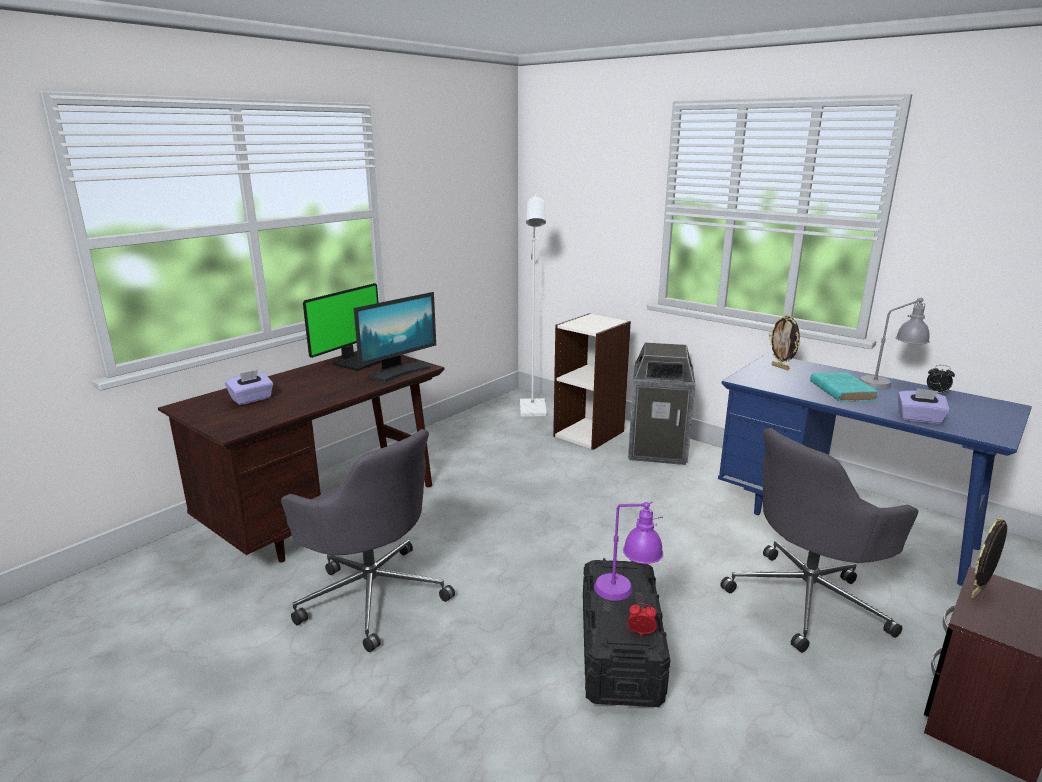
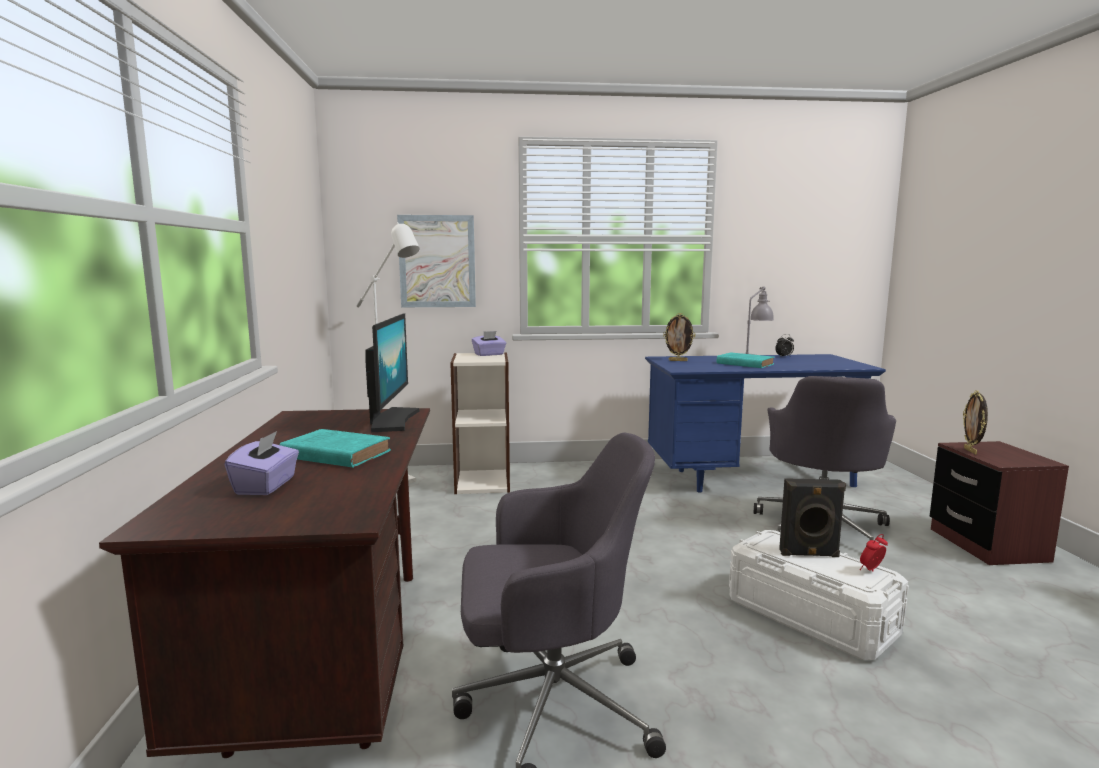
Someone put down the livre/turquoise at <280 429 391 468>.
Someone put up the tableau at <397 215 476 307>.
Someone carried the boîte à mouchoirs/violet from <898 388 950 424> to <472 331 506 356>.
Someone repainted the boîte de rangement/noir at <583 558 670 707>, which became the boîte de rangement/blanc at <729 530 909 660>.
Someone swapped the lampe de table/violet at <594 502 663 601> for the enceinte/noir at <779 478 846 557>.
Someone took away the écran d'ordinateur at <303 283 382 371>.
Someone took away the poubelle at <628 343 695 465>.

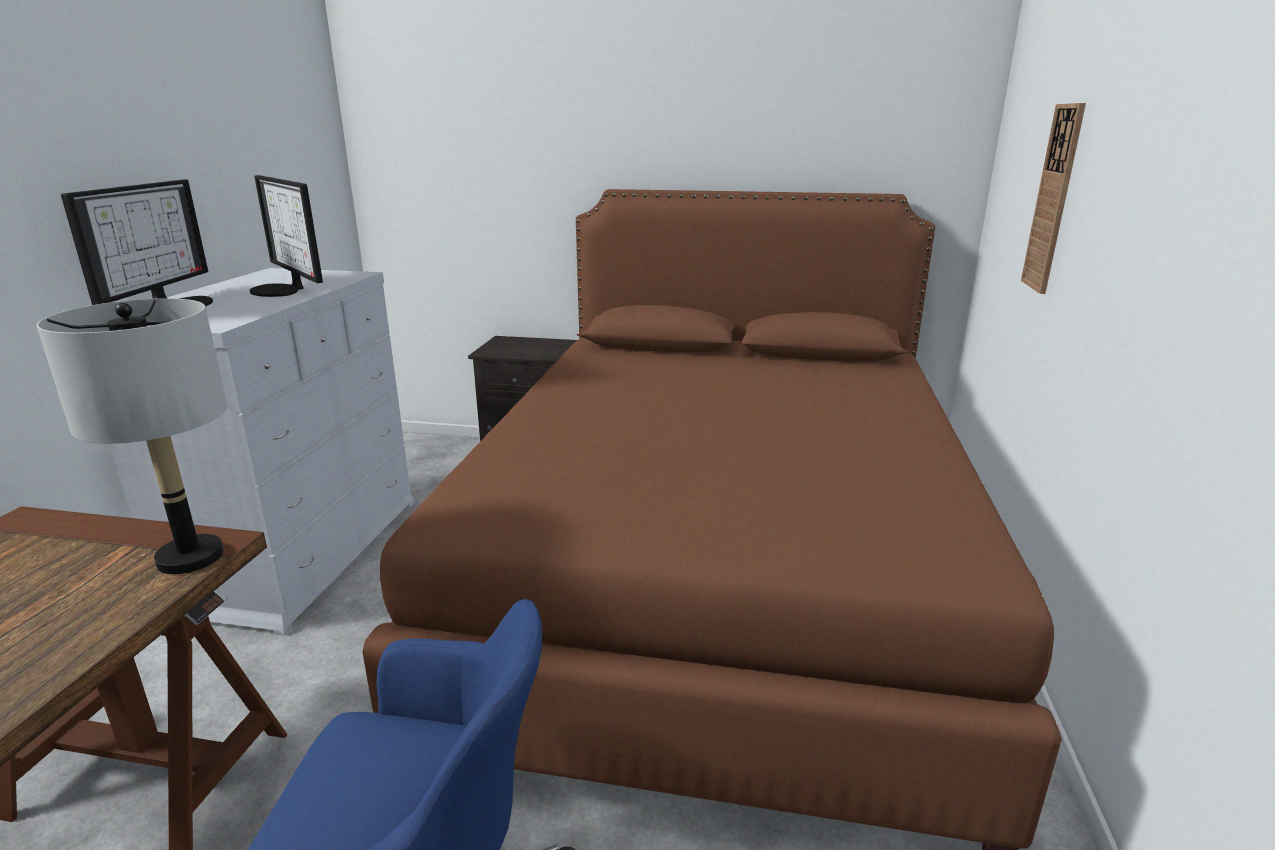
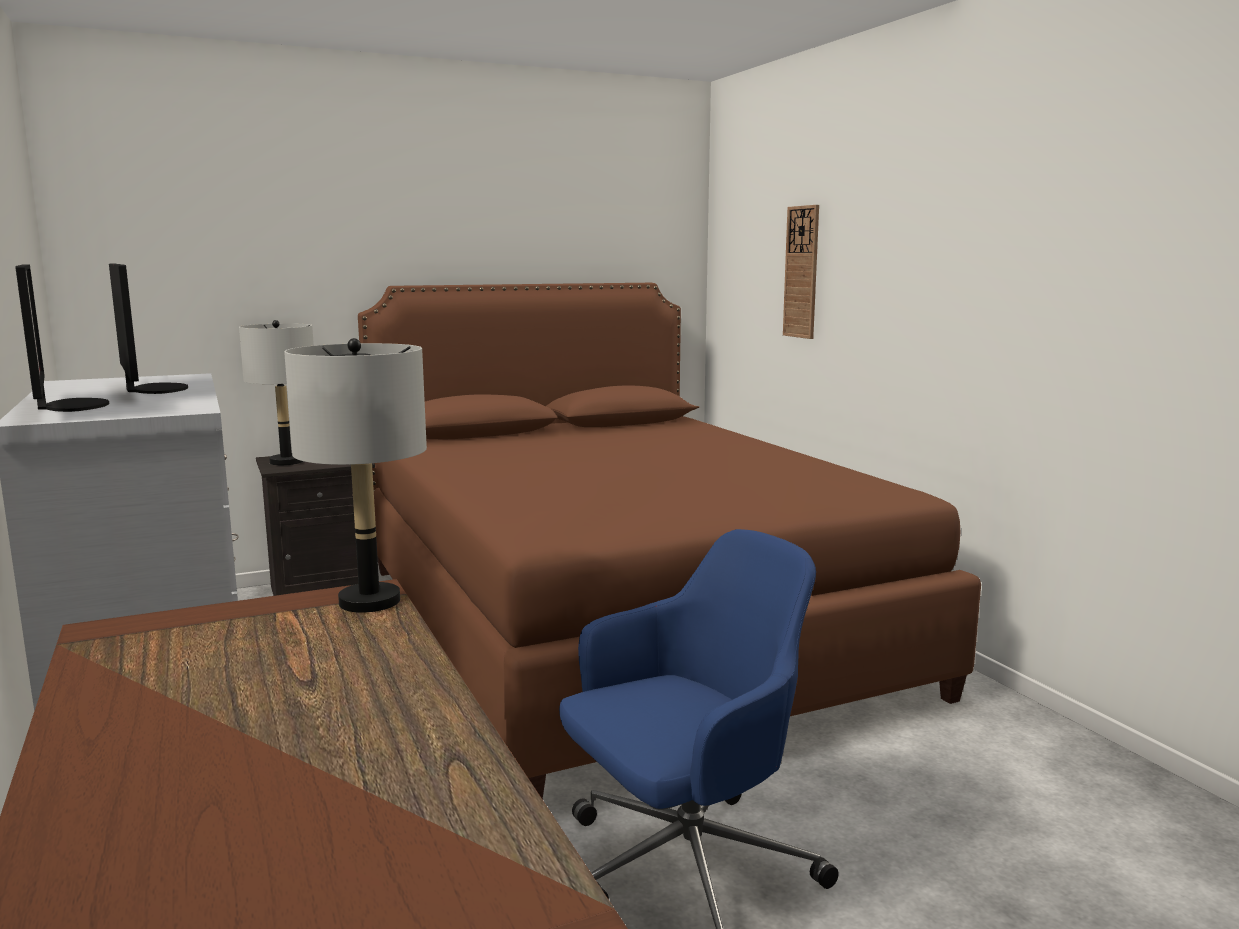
Someone rotated the écran d'ordinateur at <250 175 323 297> by 135 degrees counterclockwise.
Someone put down the lampe de table/gris at <239 320 314 465>.

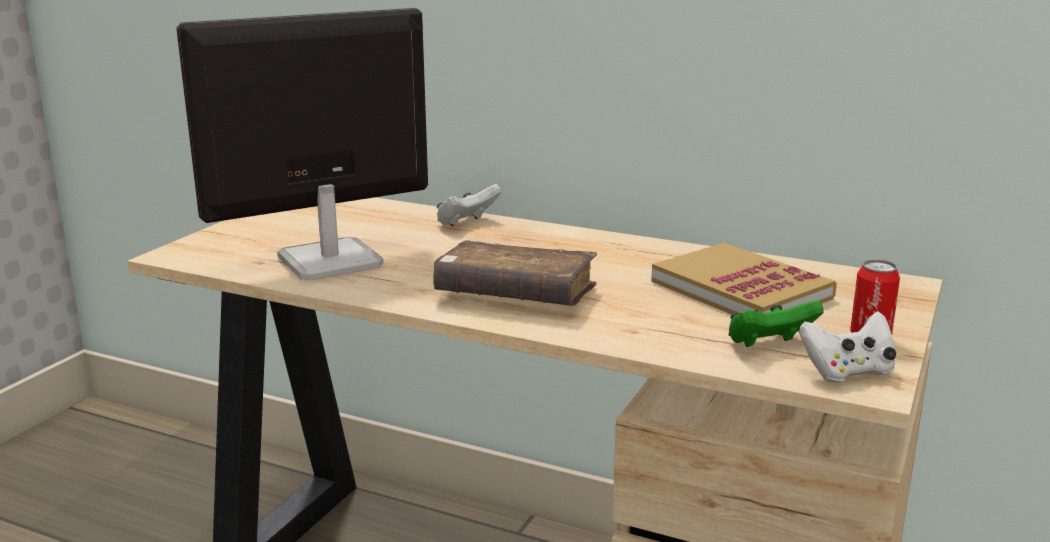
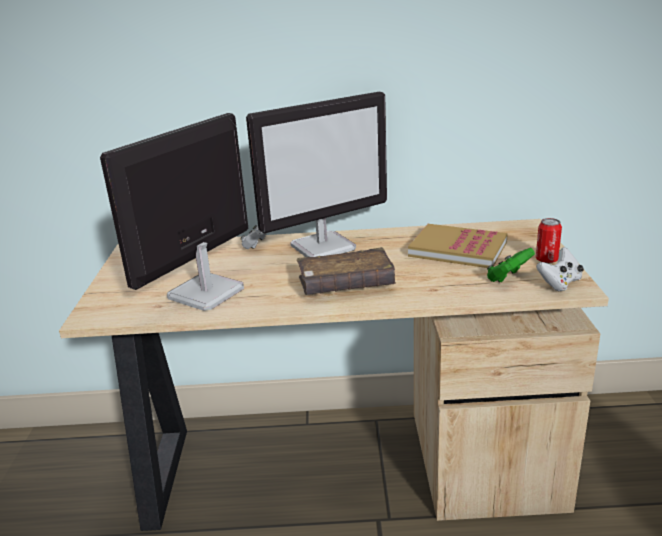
Someone put down the écran d'ordinateur at <246 92 387 257>.

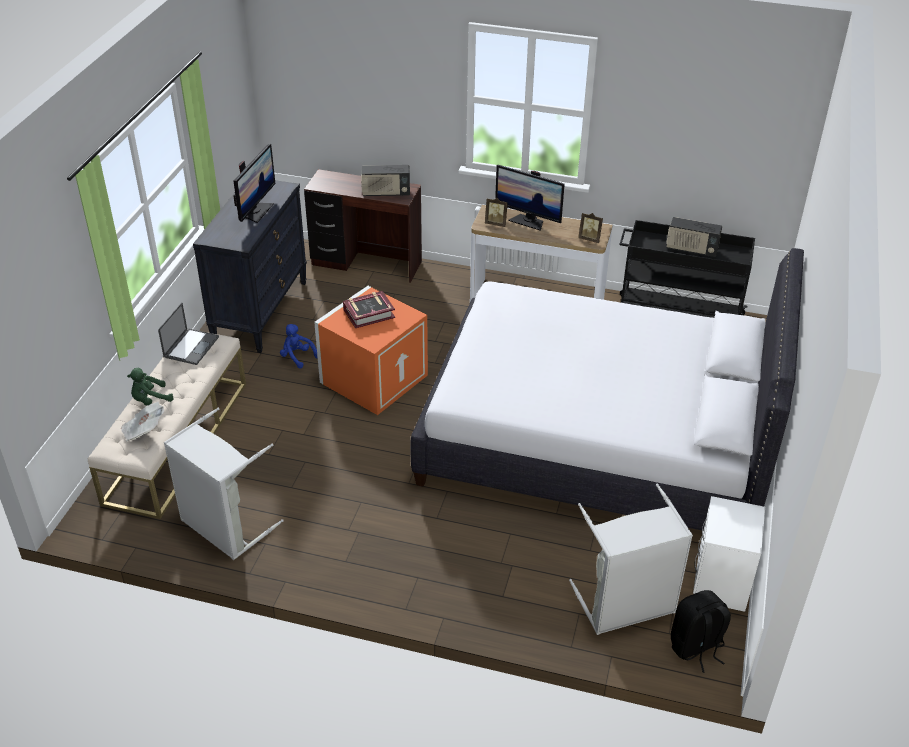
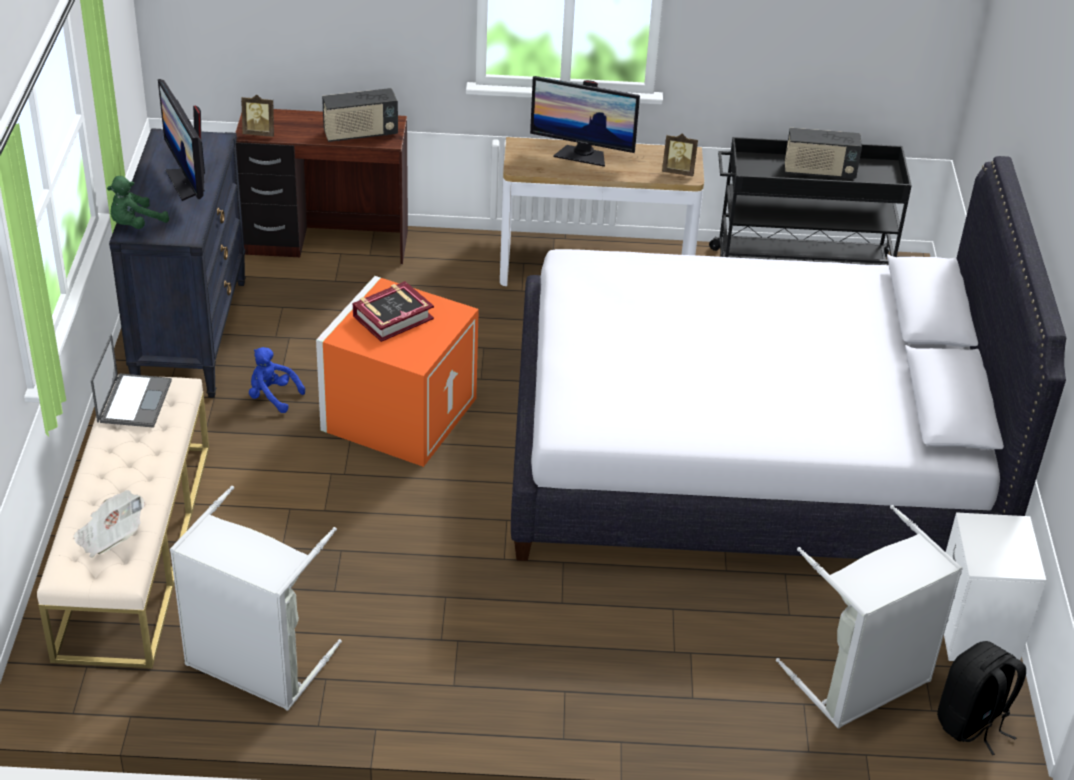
Someone carried the peluche/vert from <127 368 174 406> to <107 176 169 229>.
Someone rotated the écran d'ordinateur at <234 144 275 223> by 150 degrees clockwise.
Someone carried the cadre photo from <485 198 508 227> to <241 95 274 137>.

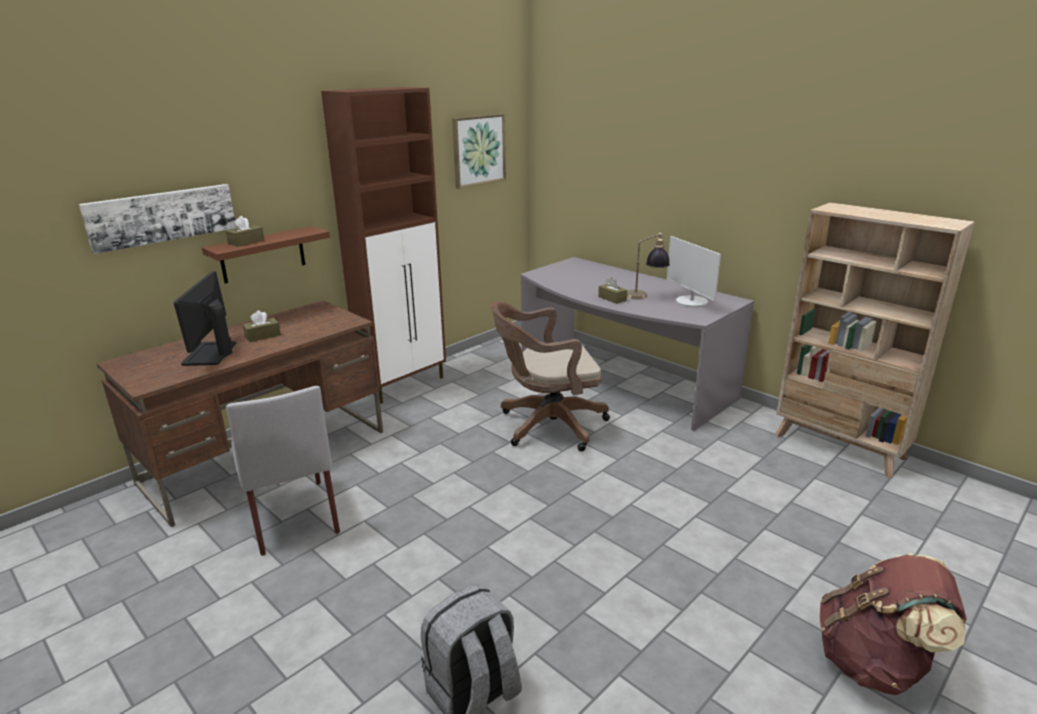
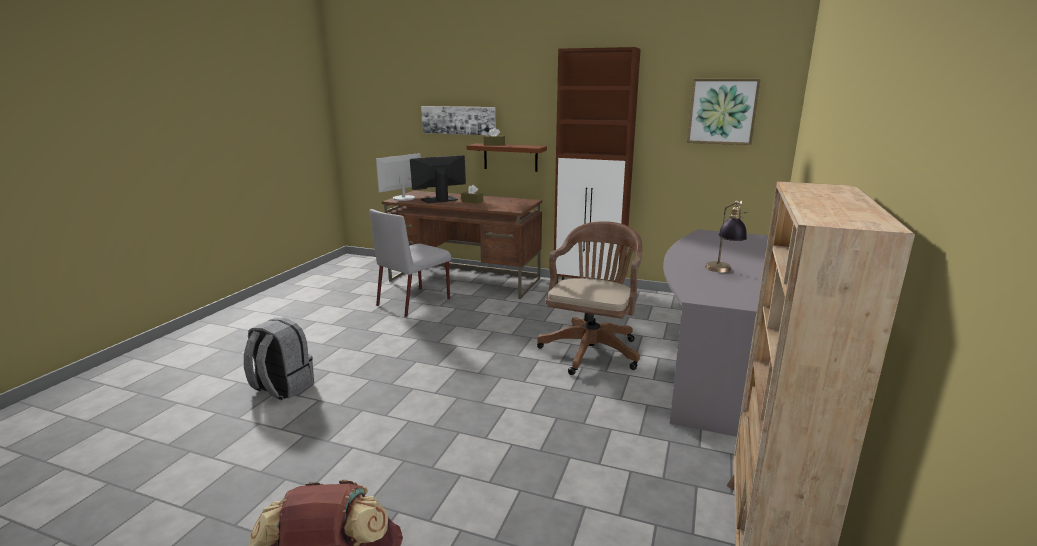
Someone carried the écran d'ordinateur from <667 236 721 307> to <376 153 421 201>.
Someone rotated the chaise de bureau/marron at <491 301 610 452> by 60 degrees clockwise.
Someone took away the boîte à mouchoirs/marron at <598 277 627 304>.

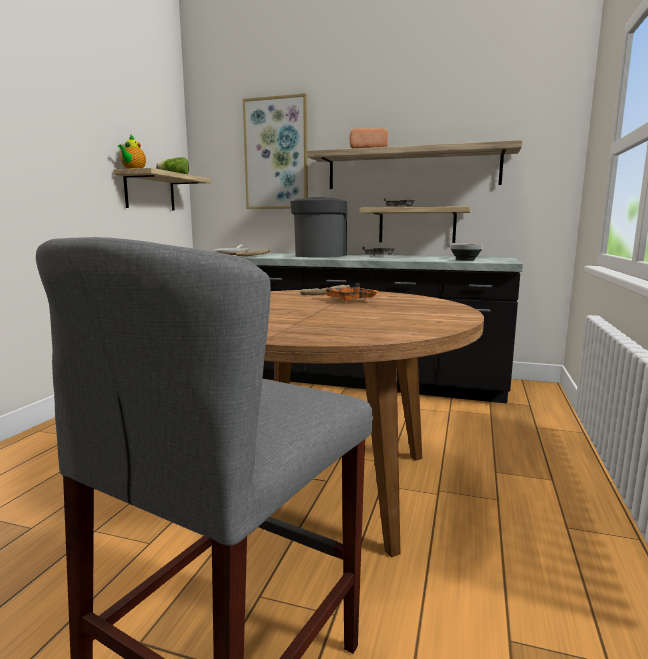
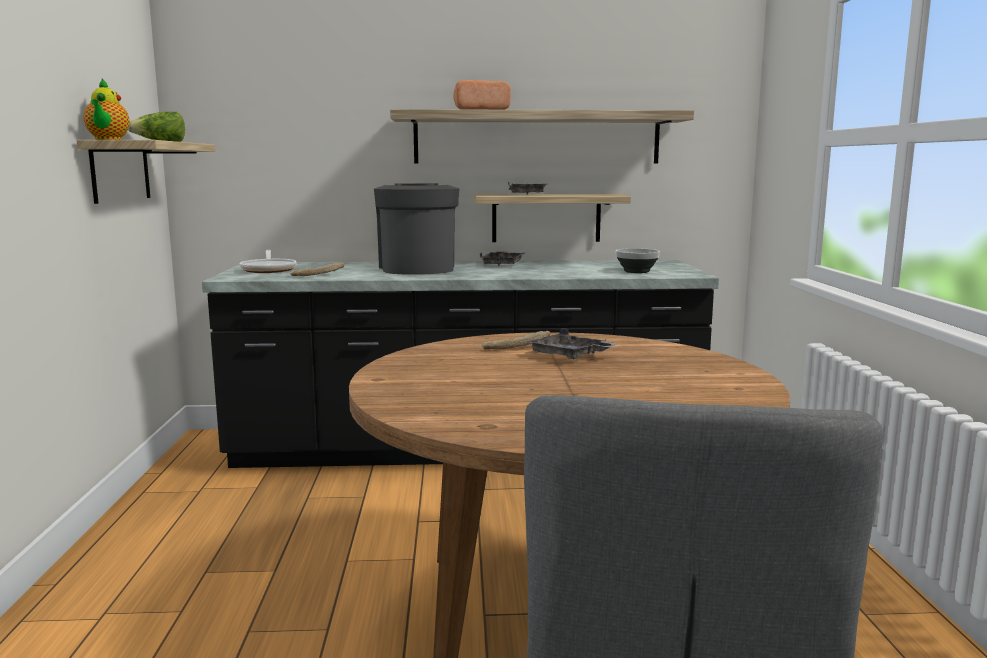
Someone repainted the plateau/orange at <325 283 380 301>, which became the plateau/gris at <527 328 617 359>.
Someone took away the tableau at <243 93 308 209>.

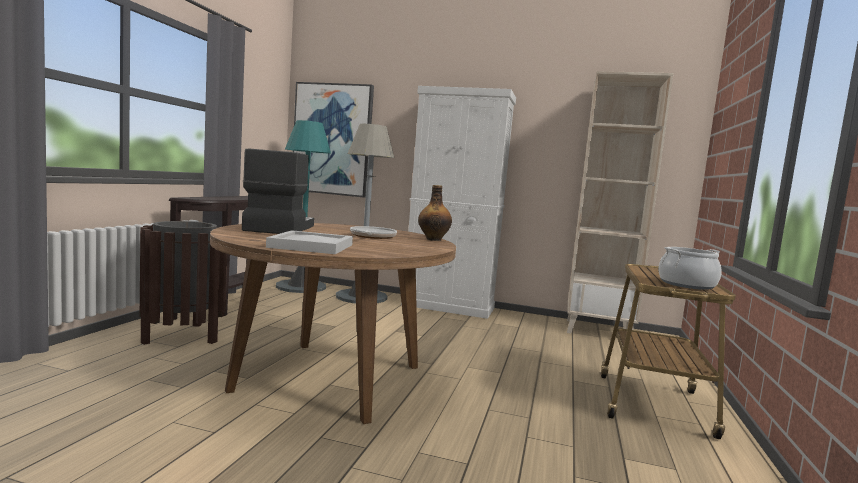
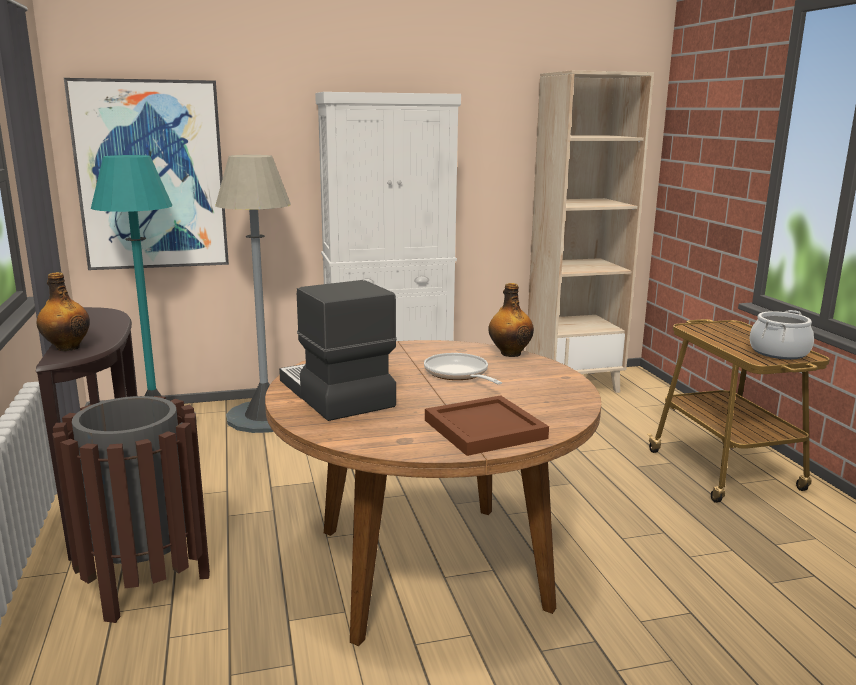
Someone put down the bouteille at <37 272 90 351>.
Someone repainted the plateau/blanc at <266 230 353 254>, which became the plateau/marron at <425 395 549 456>.

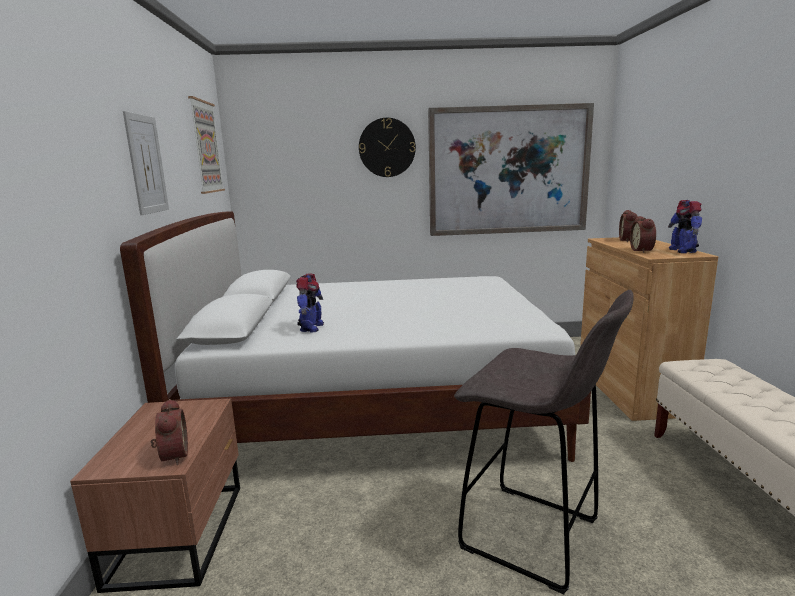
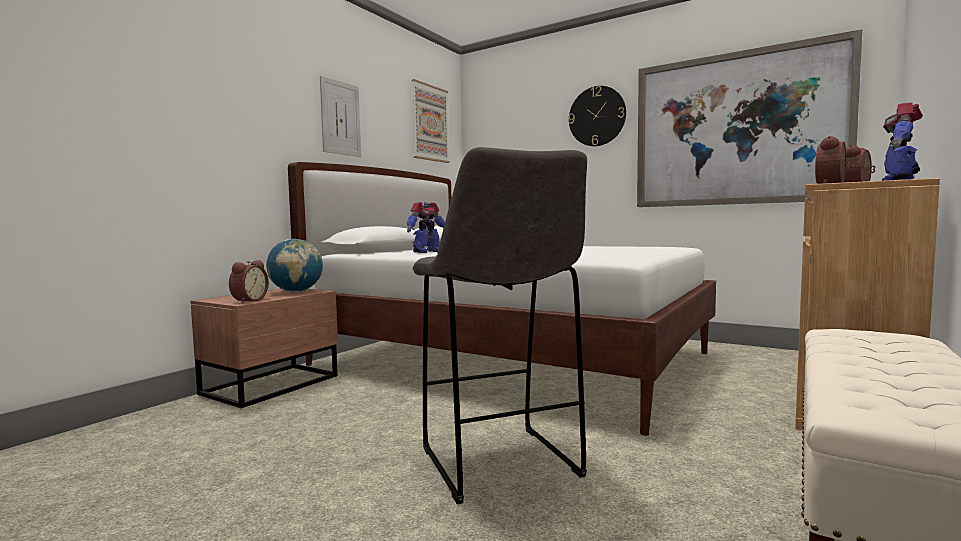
Someone put down the globe at <266 239 323 292>.

